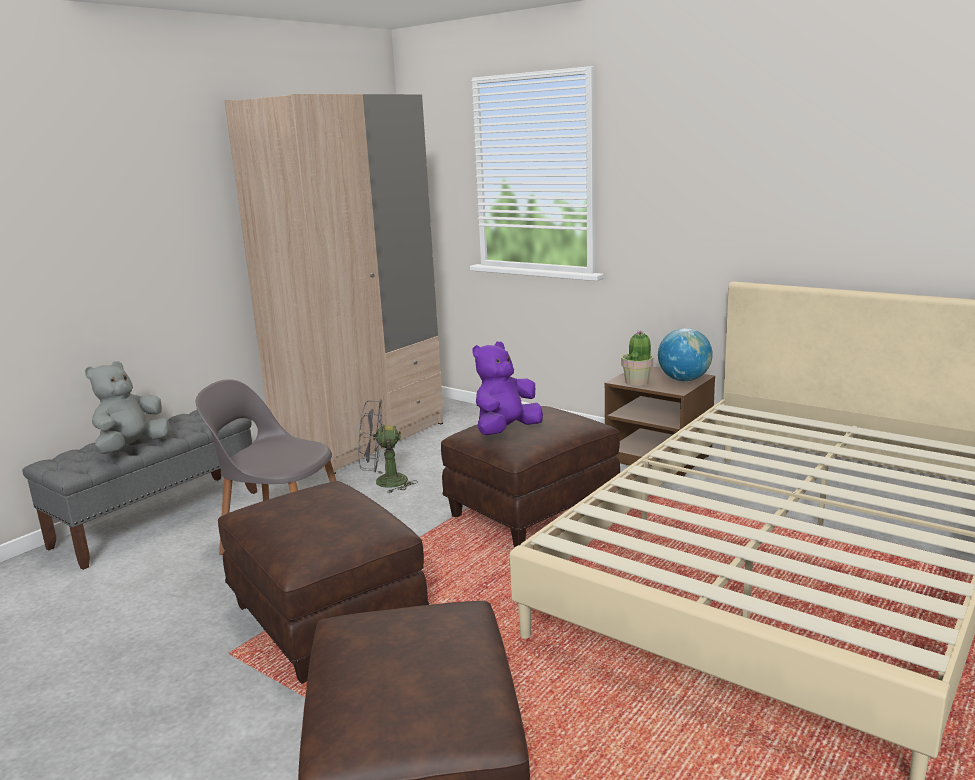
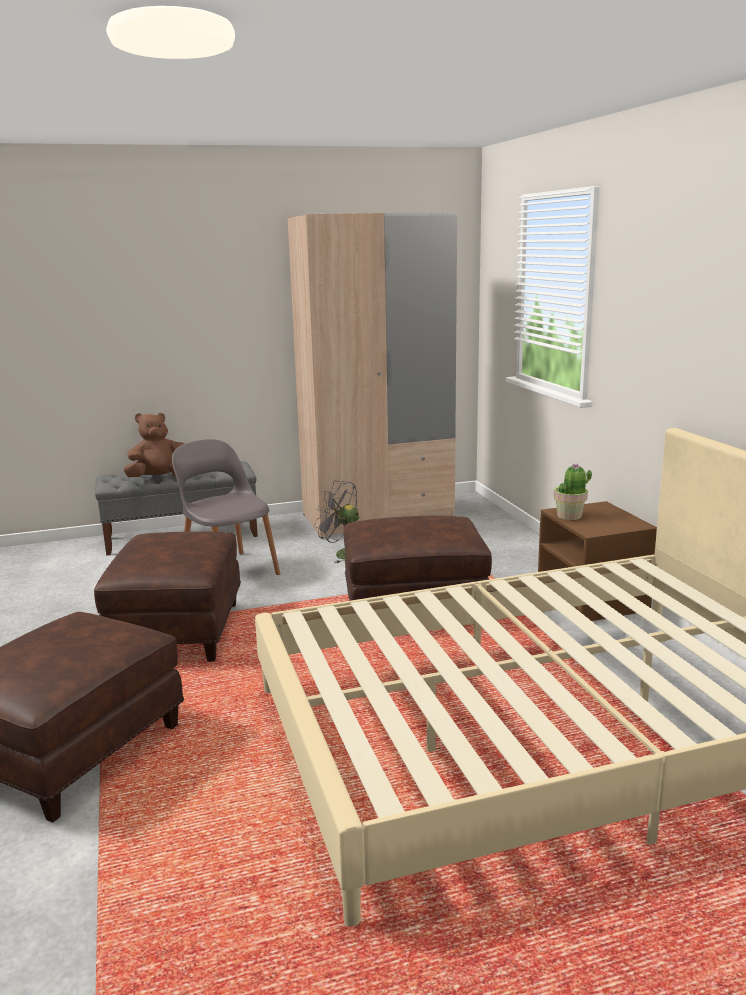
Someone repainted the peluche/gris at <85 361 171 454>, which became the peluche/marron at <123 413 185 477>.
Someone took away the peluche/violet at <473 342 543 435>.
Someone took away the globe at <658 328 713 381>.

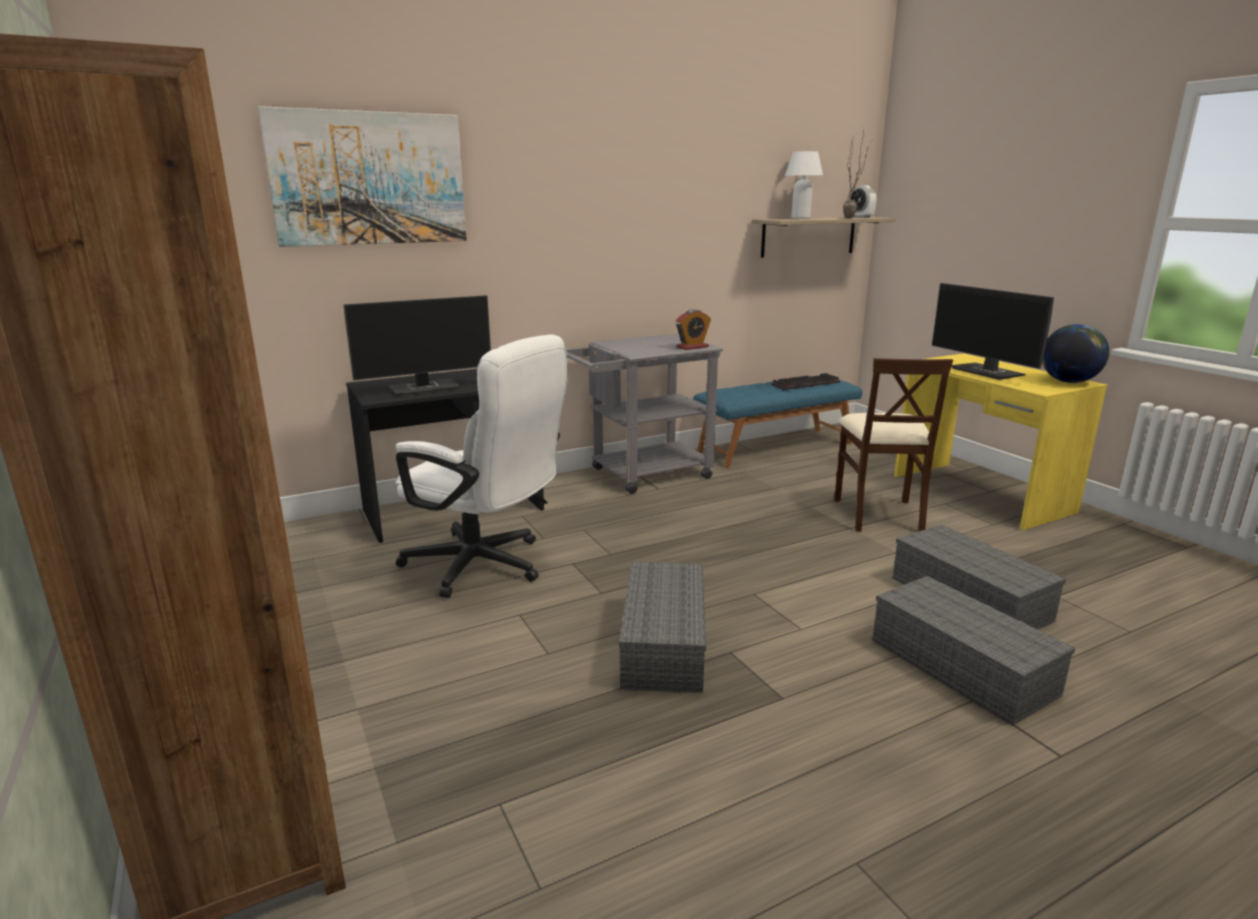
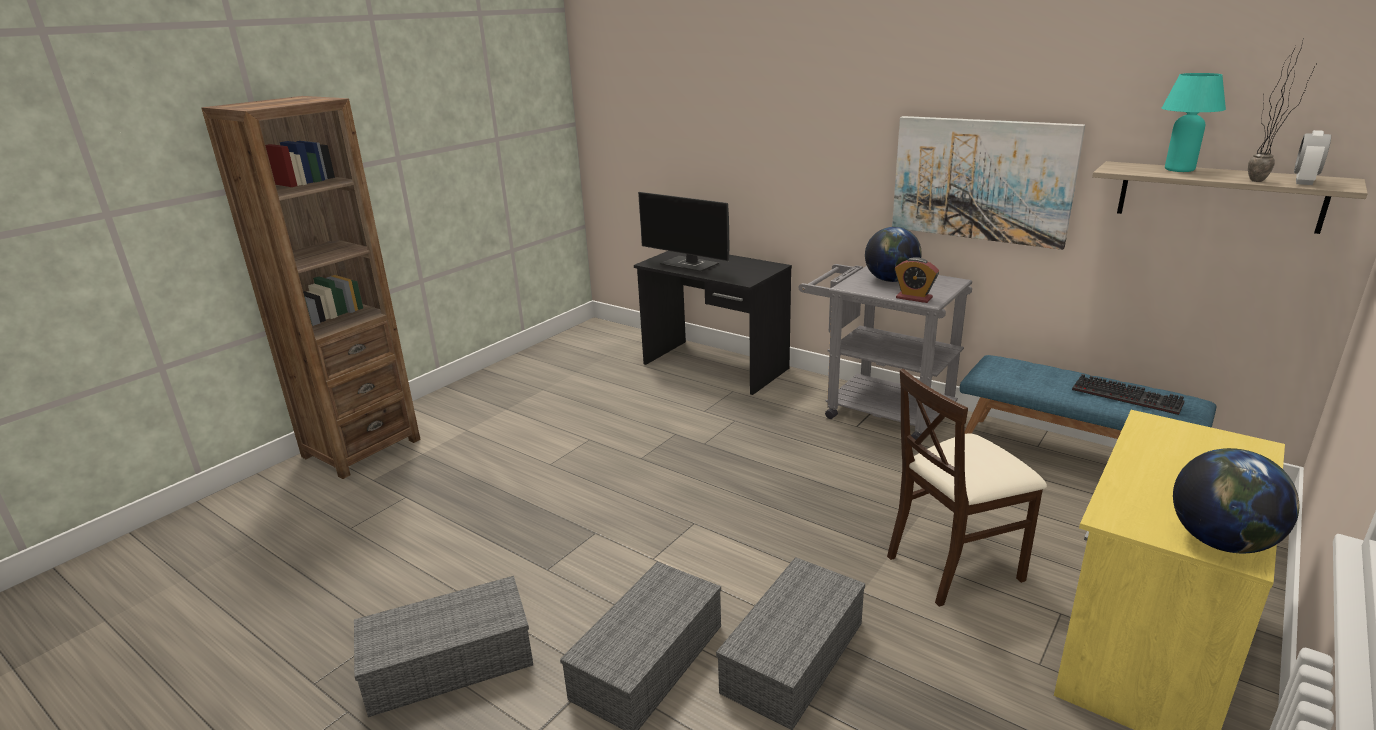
Someone carried the boîte de rangement/gris from <619 561 706 693> to <354 576 533 717>.
Someone put down the globe at <865 227 922 282>.
Someone carried the tableau from <258 106 467 247> to <892 116 1085 250>.
Someone repainted the lampe de table/blanc at <785 151 823 219>, which became the lampe de table/turquoise at <1162 73 1226 172>.
Someone took away the chaise de bureau/blanc at <395 335 567 598>.
Someone took away the écran d'ordinateur at <932 283 1054 380>.

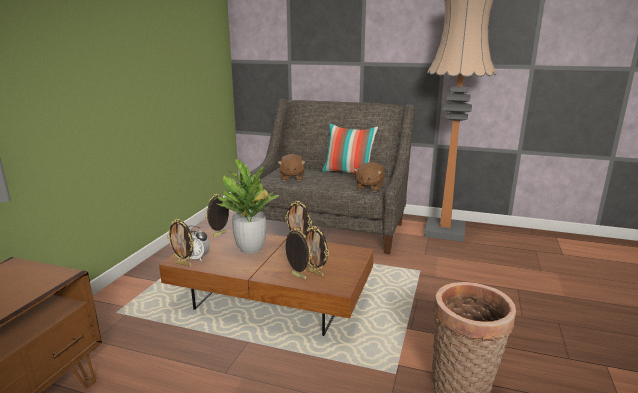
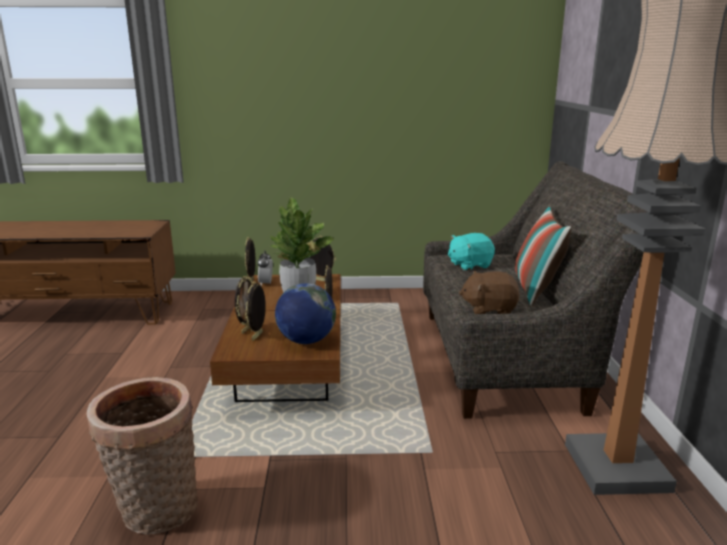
Someone put down the globe at <275 283 336 344>.
Someone repainted the peluche/marron at <278 154 305 181>, which became the peluche/turquoise at <448 233 495 271>.

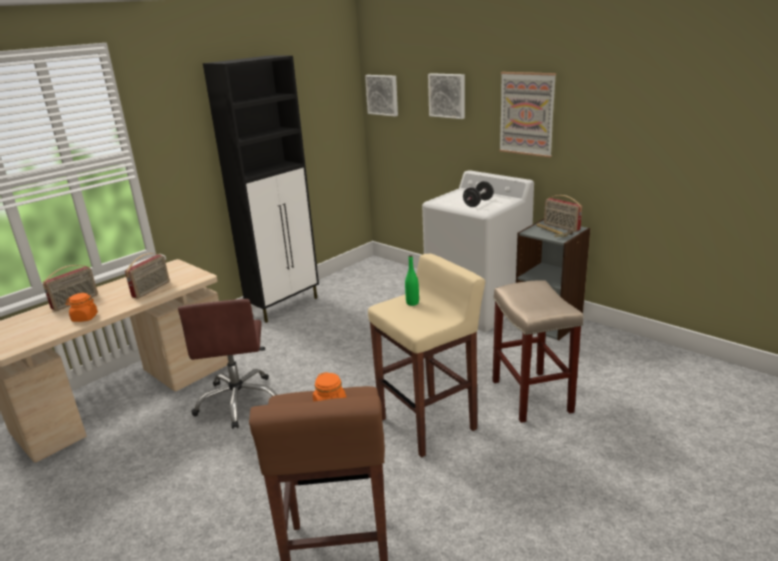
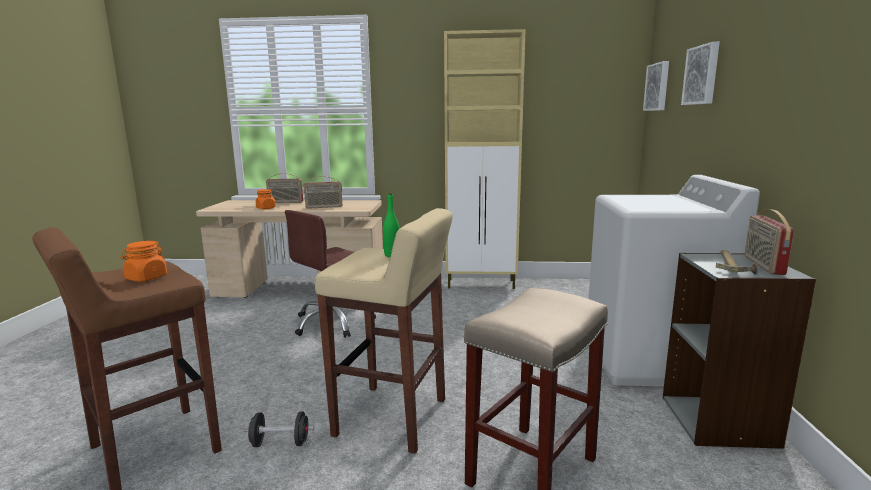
Someone carried the haltère/noir from <463 181 494 207> to <244 412 314 447>.
Someone repainted the meuble de rangement/noir at <203 55 319 323>, which became the meuble de rangement/beige at <444 29 526 289>.
Someone took away the tableau at <499 72 556 158>.

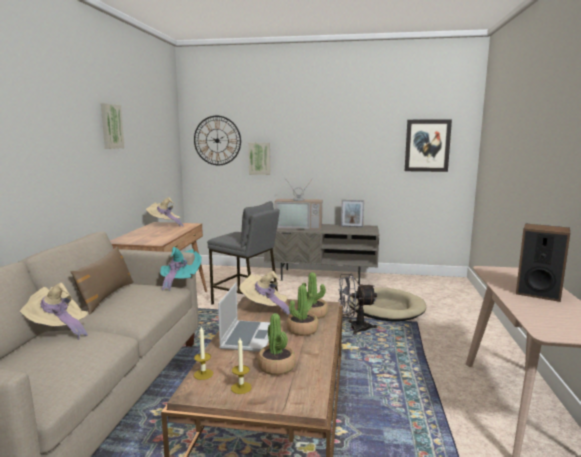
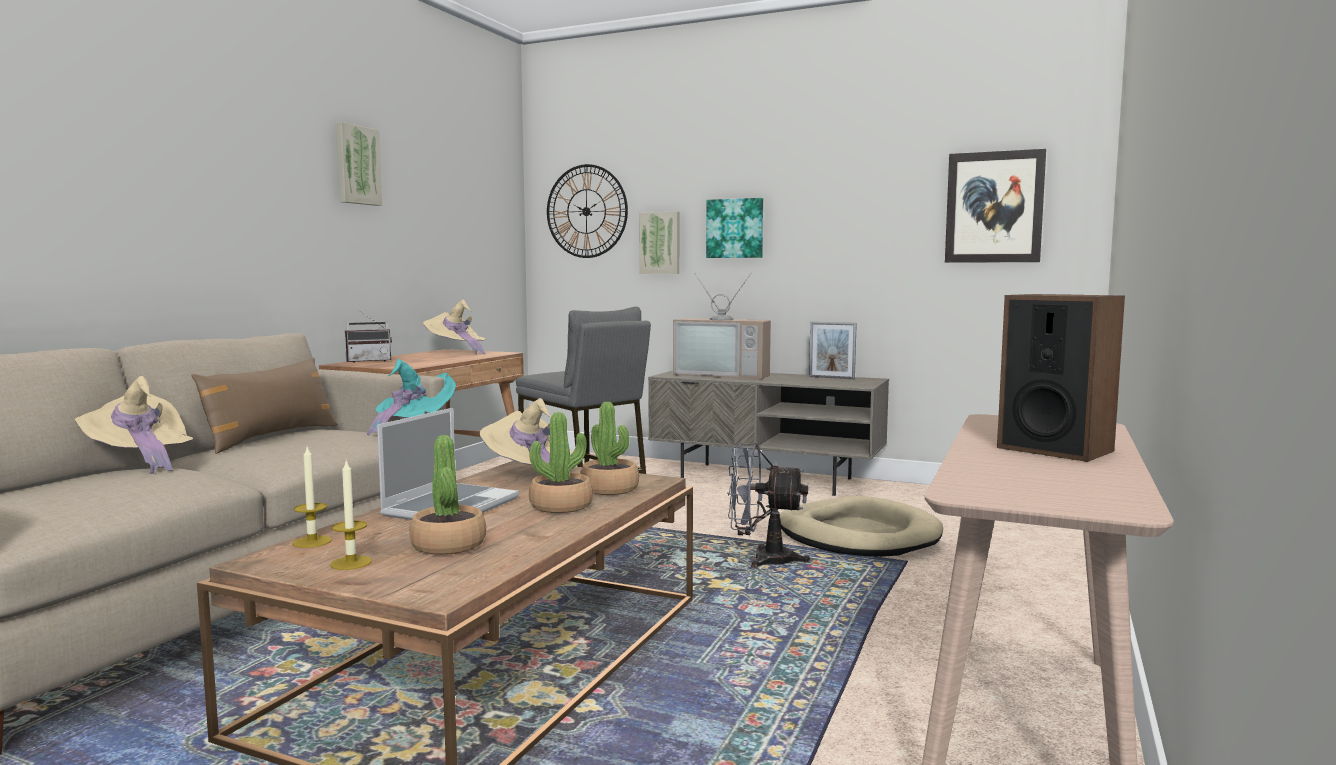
Someone put down the radio at <345 311 392 363>.
Someone put up the tableau at <706 198 763 258>.

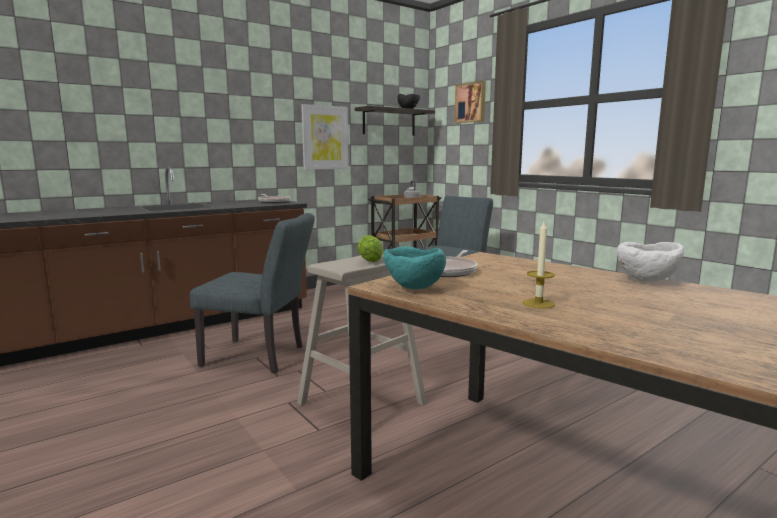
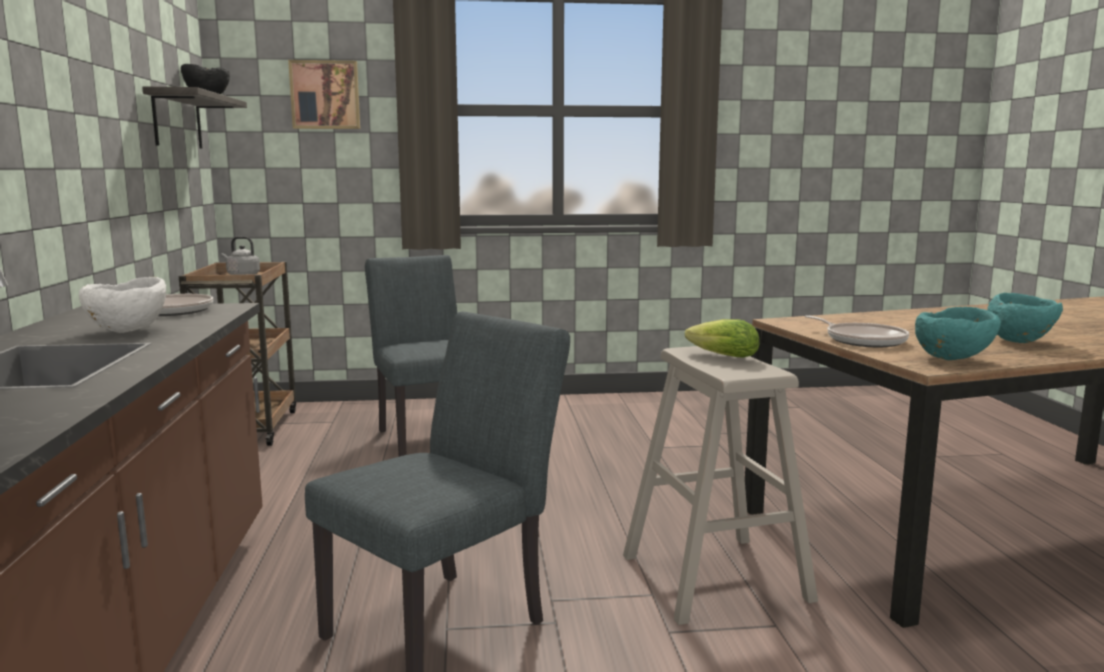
Someone carried the bol/blanc from <617 242 684 282> to <79 277 166 333>.
Someone swapped the bougie at <523 222 555 308> for the bol/turquoise at <987 293 1063 343>.
Someone took away the tableau at <301 104 349 170>.

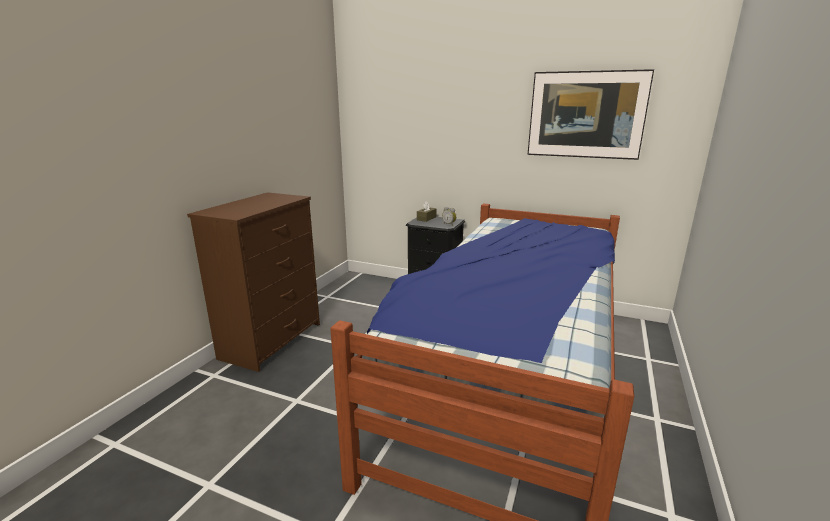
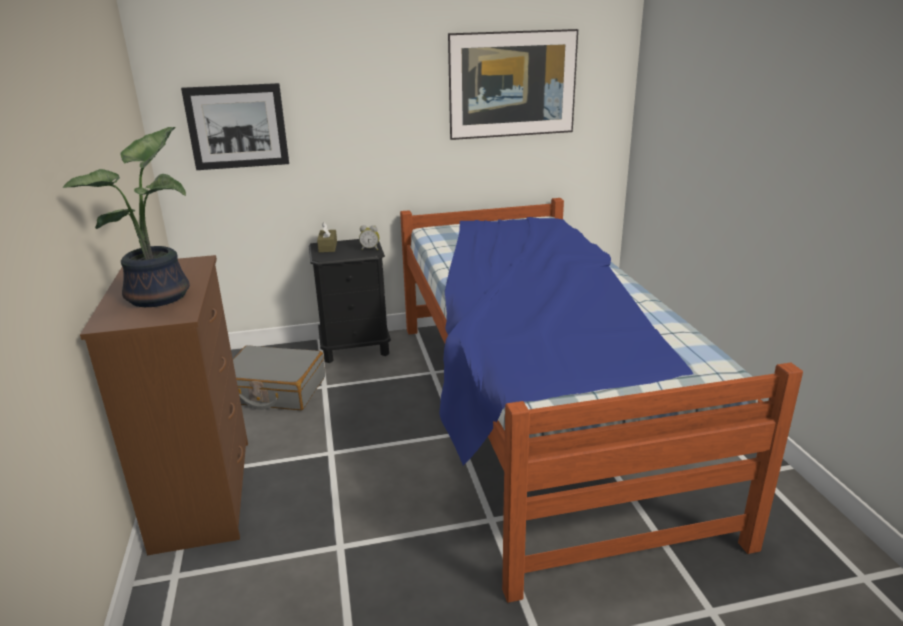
Someone put down the plante en pot at <62 127 190 307>.
Someone put up the tableau at <181 83 289 170>.
Someone put down the valise/gris at <233 345 325 410>.

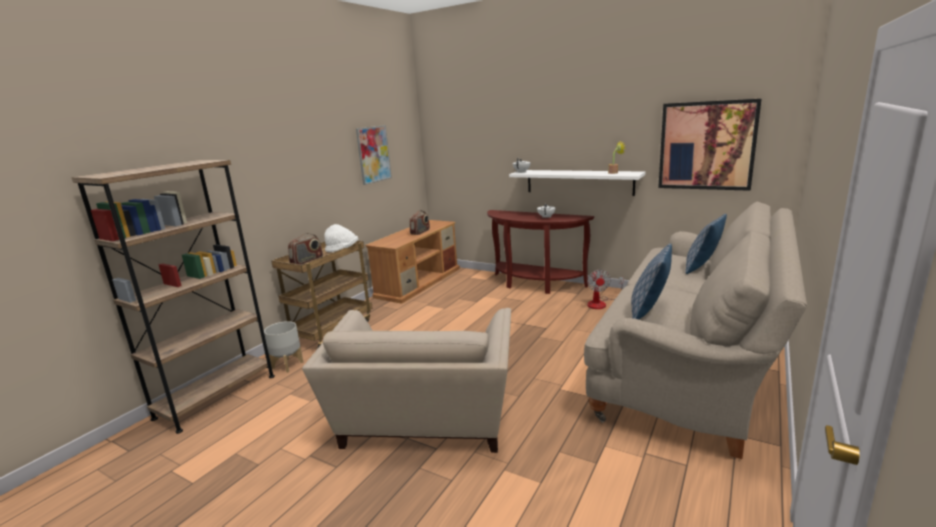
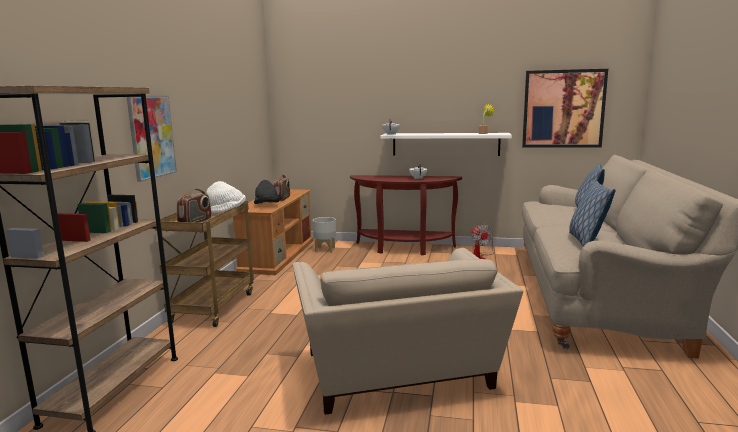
Someone carried the tableau from <356 125 392 185> to <127 96 177 182>.
Someone put down the chapeau/noir at <254 180 280 204>.
Someone carried the cache-pot/gris from <264 321 303 373> to <312 217 336 253>.

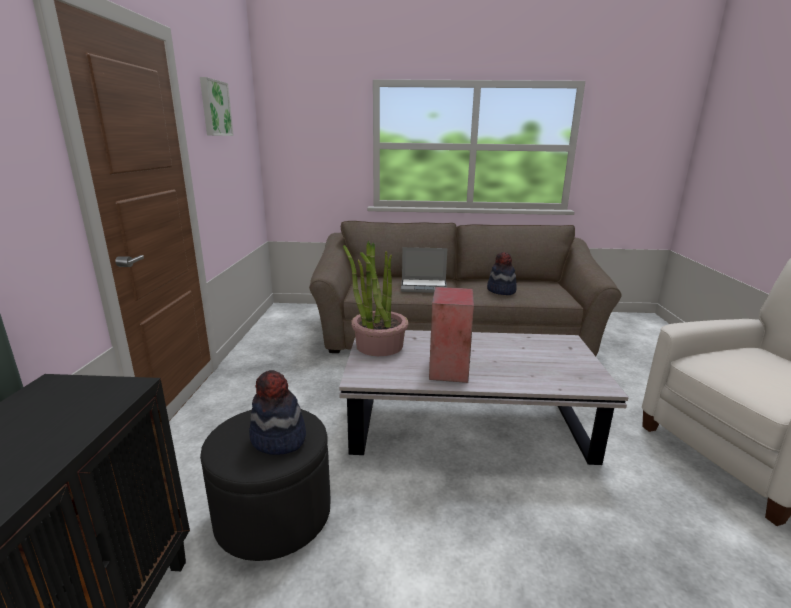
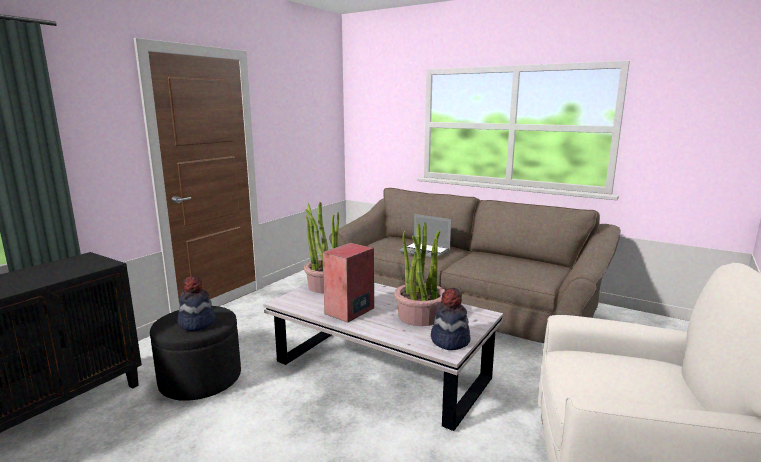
Someone put down the plante en pot at <394 222 445 326>.
Someone carried the chapeau from <487 252 517 295> to <431 288 471 350>.
Someone took away the tableau at <200 77 234 136>.

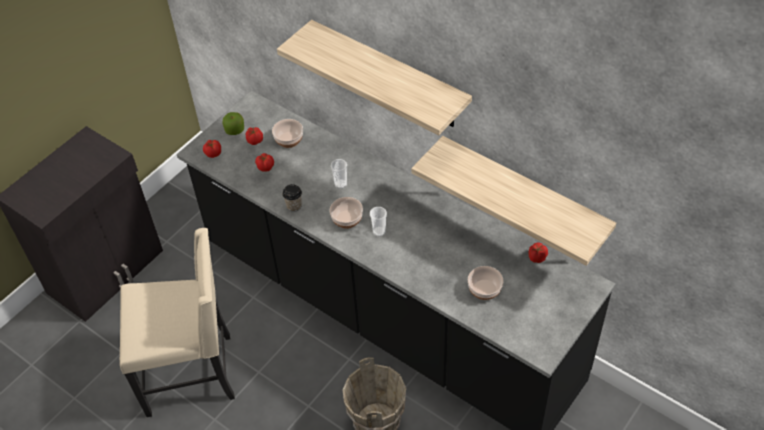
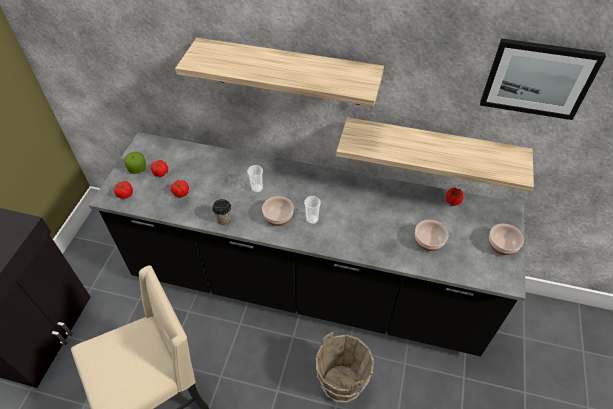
Someone put up the tableau at <480 38 606 120>.
Someone carried the bol from <272 119 303 148> to <489 224 524 255>.

